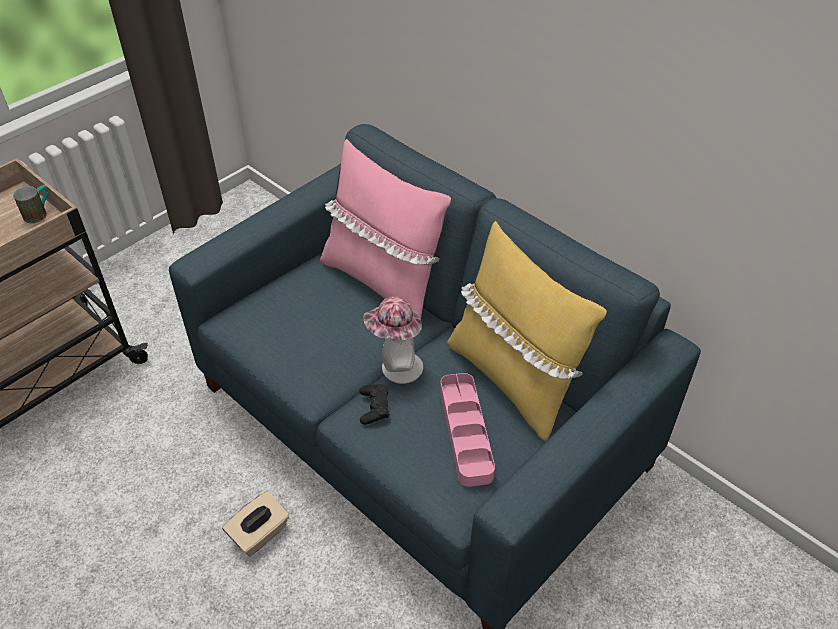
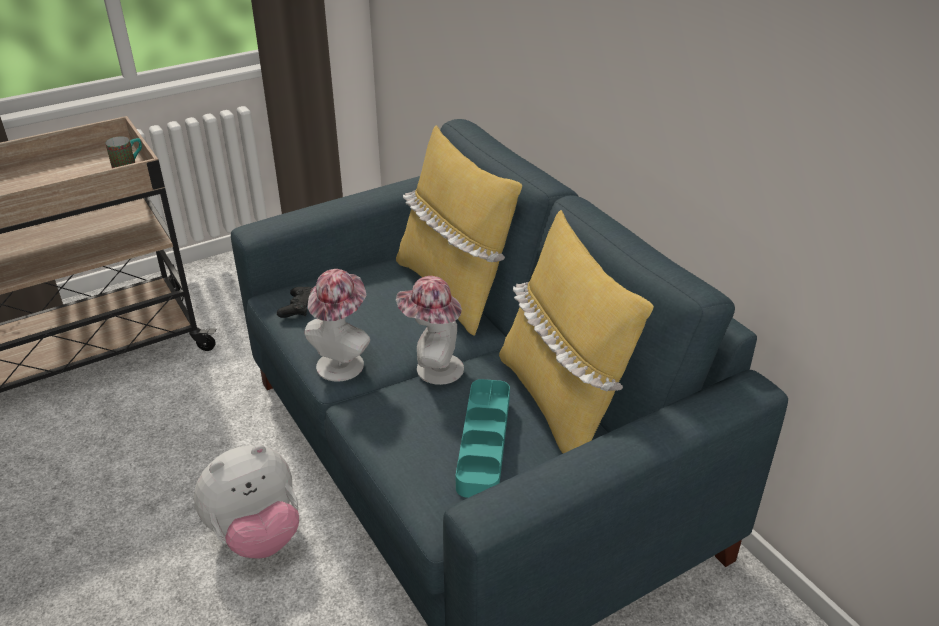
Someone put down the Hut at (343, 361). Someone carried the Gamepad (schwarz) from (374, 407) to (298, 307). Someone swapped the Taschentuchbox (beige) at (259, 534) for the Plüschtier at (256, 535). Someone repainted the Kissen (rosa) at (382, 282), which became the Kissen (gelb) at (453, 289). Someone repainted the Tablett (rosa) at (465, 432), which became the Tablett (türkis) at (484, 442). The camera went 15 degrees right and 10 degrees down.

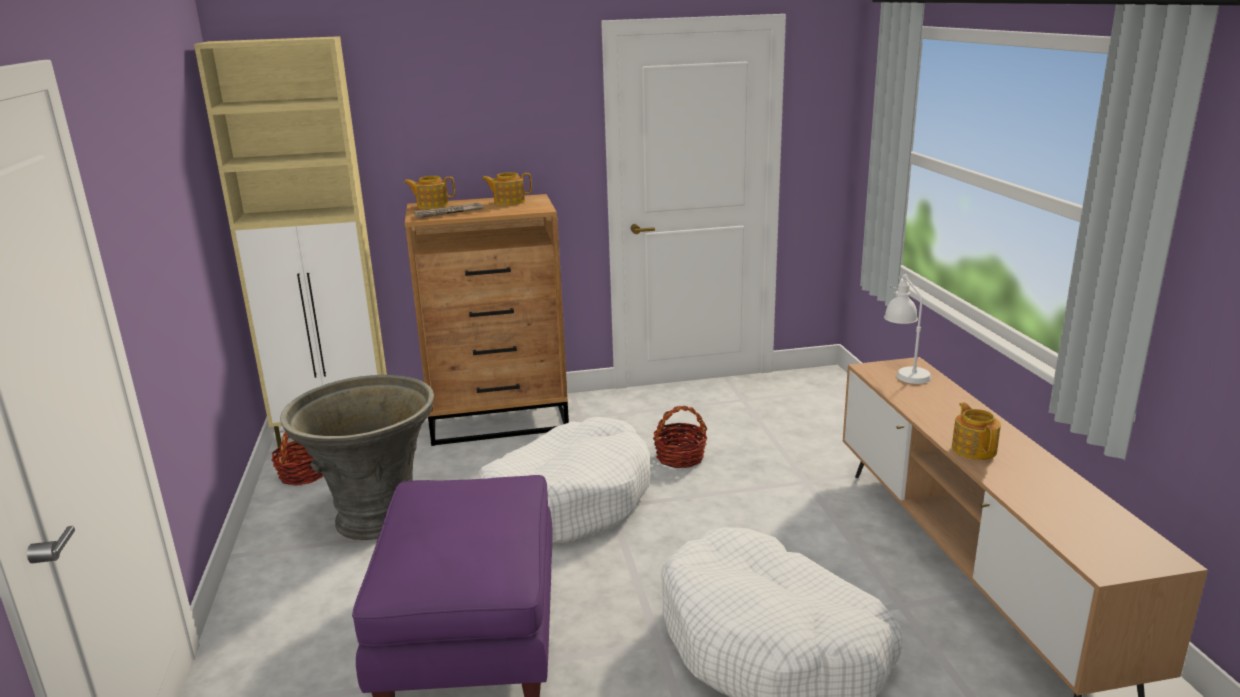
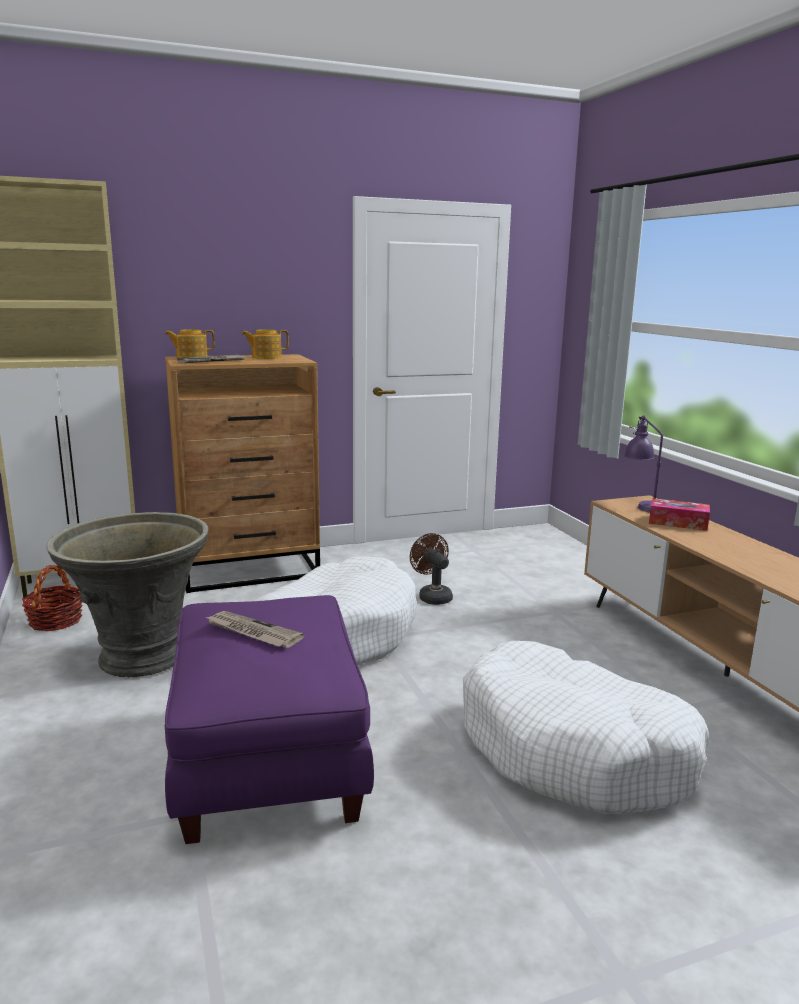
Someone took away the Teekanne at (974, 449). Someone put down the Zeitung at (252, 632). Someone put down the Taschentuchbox at (678, 523). Someone swapped the Korb at (680, 457) for the Ventilator (braun) at (432, 596). Someone repainted the Tischlampe (weiß) at (904, 371), which became the Tischlampe (lila) at (642, 505). The camera went 10 degrees left and 5 degrees down.

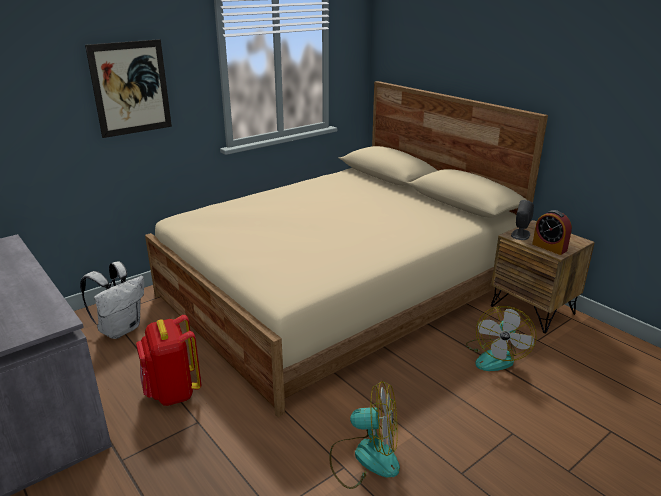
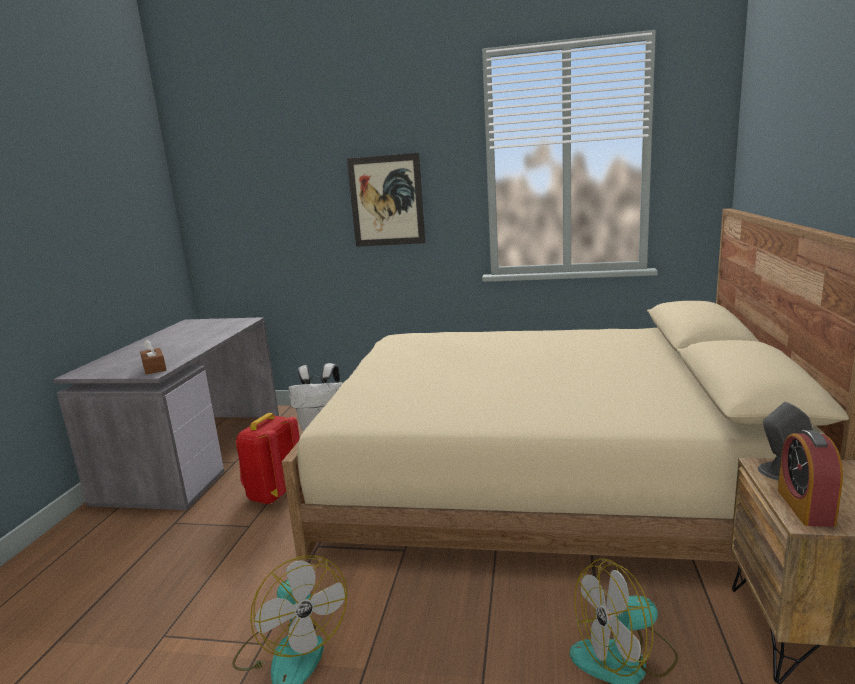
Someone put down the Taschentuchbox (braun) at (154, 368). The camera went 50 degrees right and 10 degrees down.

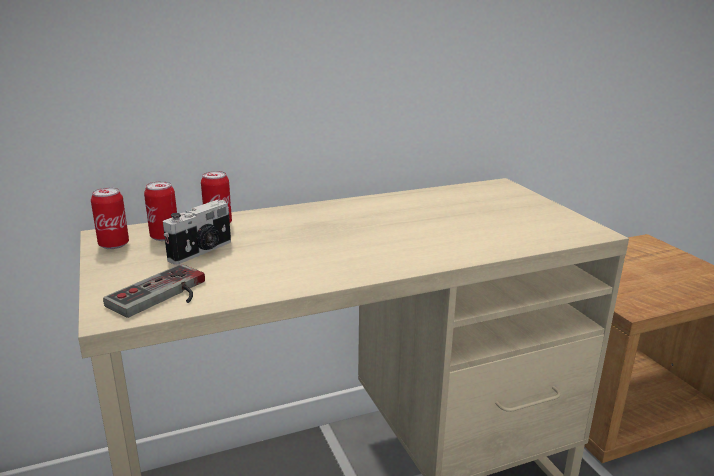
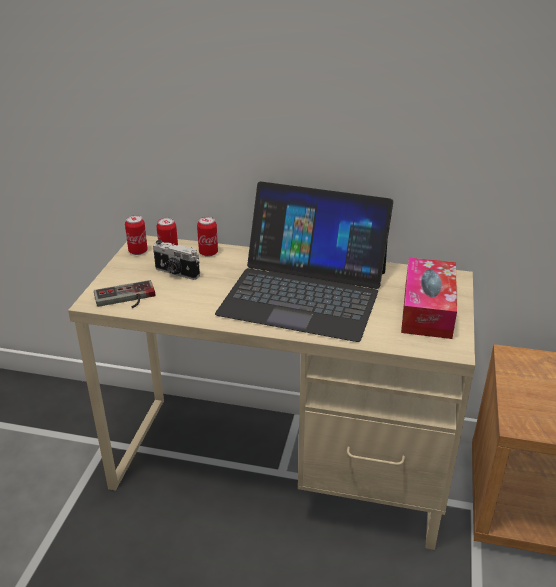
Someone put down the Laptop at (304, 291). Someone put down the Taschentuchbox at (427, 309). Someone rotated the Kamera at (202, 251) by 45 degrees clockwise. The camera went 35 degrees right and 10 degrees up.

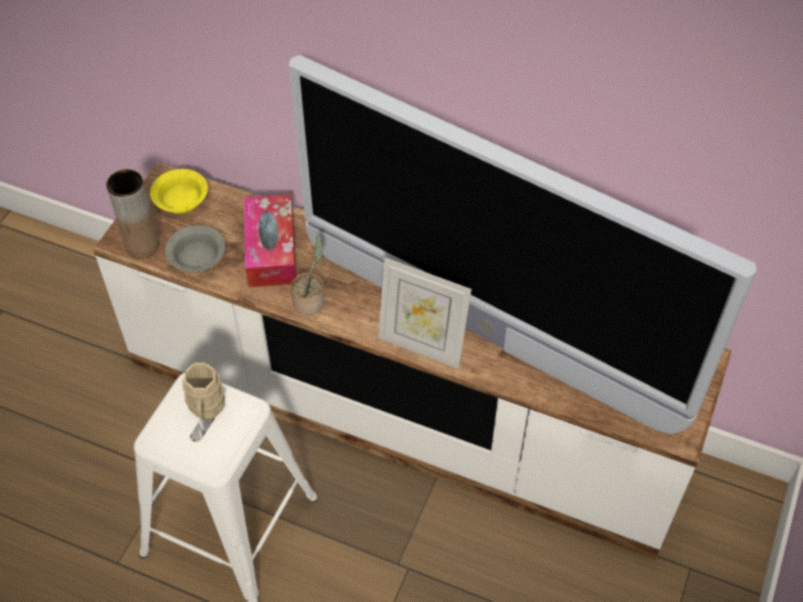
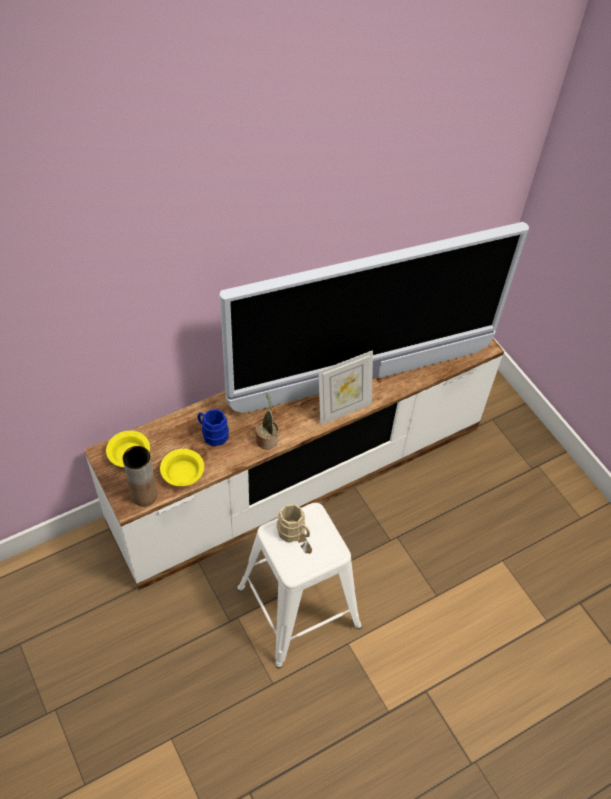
Someone swapped the Taschentuchbox at (271, 249) for the Henkelbecher (blau) at (212, 434). Someone repainted the Schüssel (grau) at (198, 259), which became the Schüssel (gelb) at (184, 473). The camera went 55 degrees left and 0 degrees up.

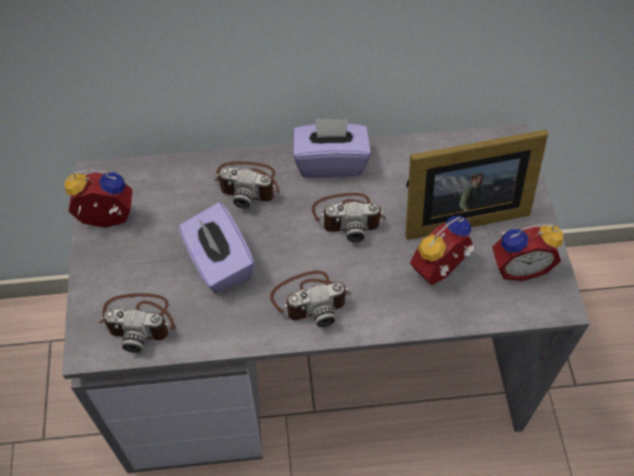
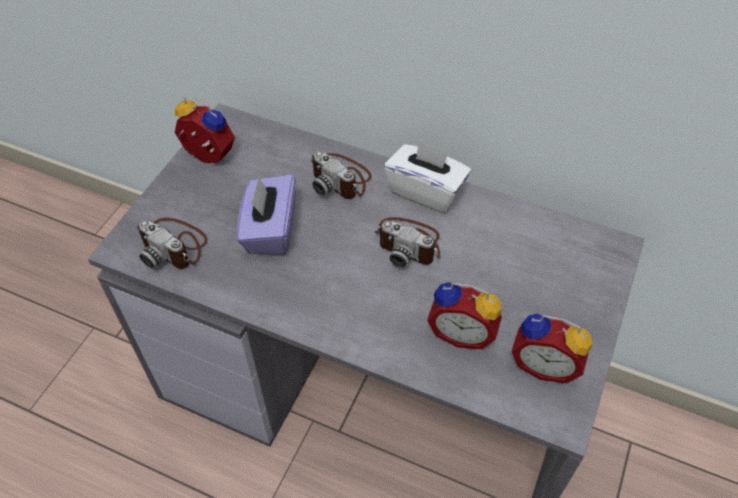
Someone took away the Kamera at (310, 299). Someone took away the Bilderrahmen at (458, 213). Someone repainted the Taschentuchbox (lila) at (330, 162), which became the Taschentuchbox (weiß) at (426, 191). Someone rotated the Wecker at (440, 272) by 150 degrees counterclockwise. The camera went 30 degrees right and 5 degrees down.

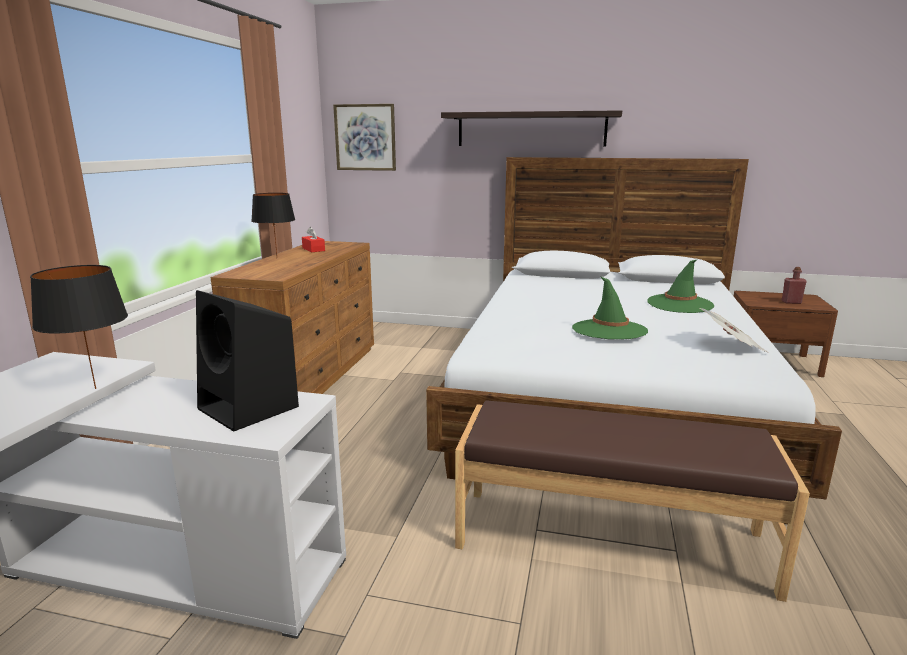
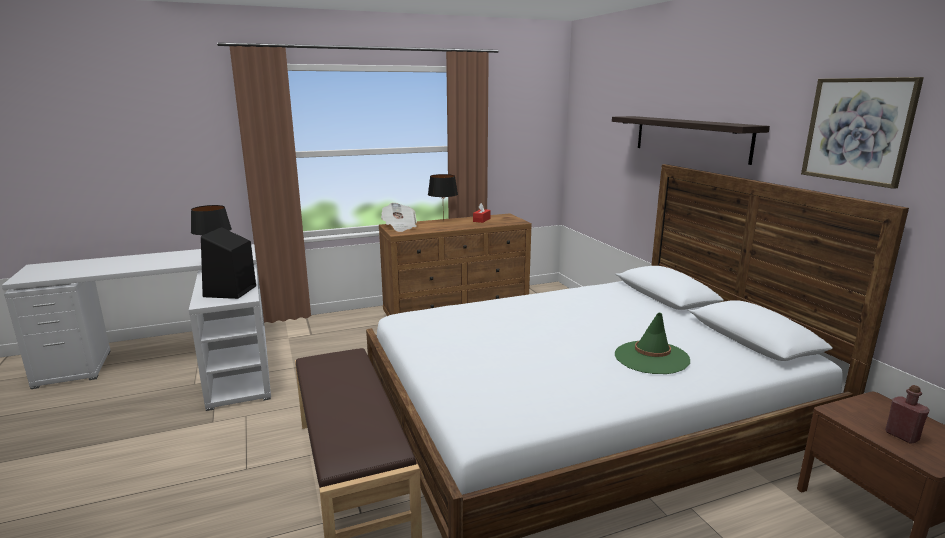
Someone took away the Hut (grün) at (609, 330). Someone carried the Bild from (365, 137) to (858, 130). Someone carried the Zeitung from (731, 346) to (399, 227). The camera went 55 degrees right and 0 degrees up.

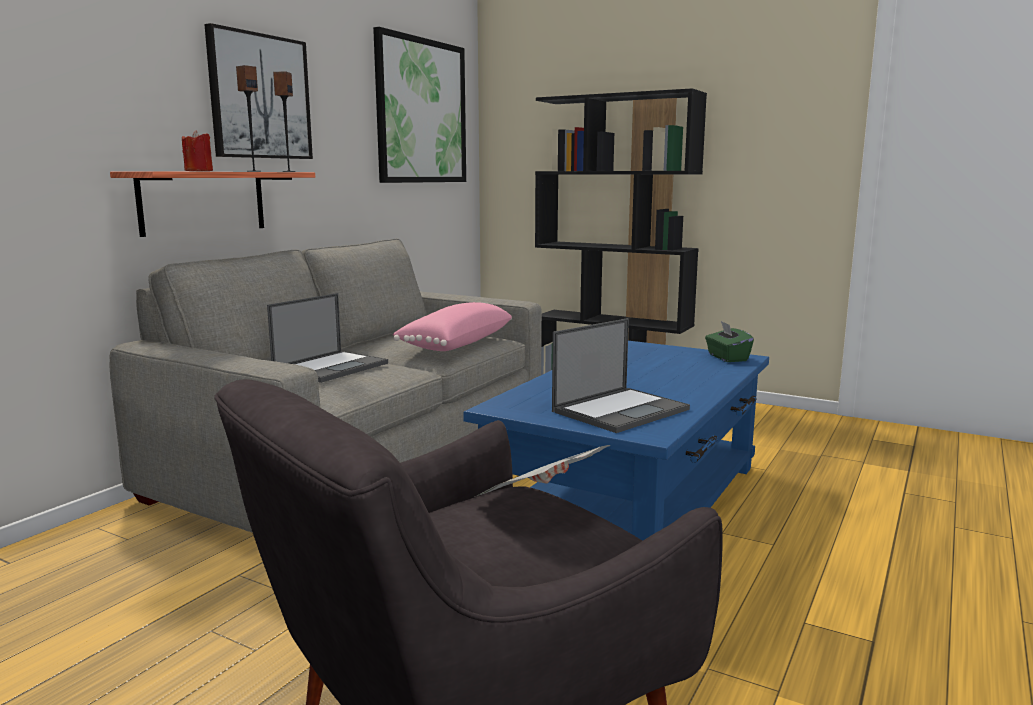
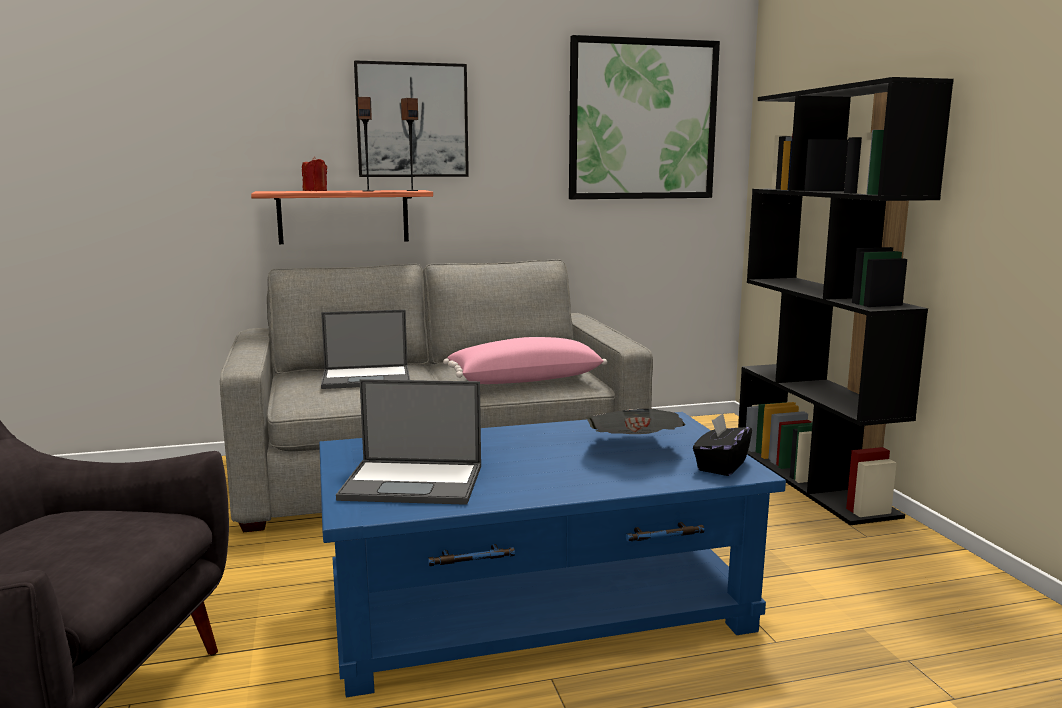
Someone carried the Zeitung from (540, 505) to (634, 449). Someone repainted the Taschentuchbox (grün) at (727, 358), which became the Taschentuchbox (schwarz) at (721, 465). The camera went 45 degrees right and 0 degrees up.

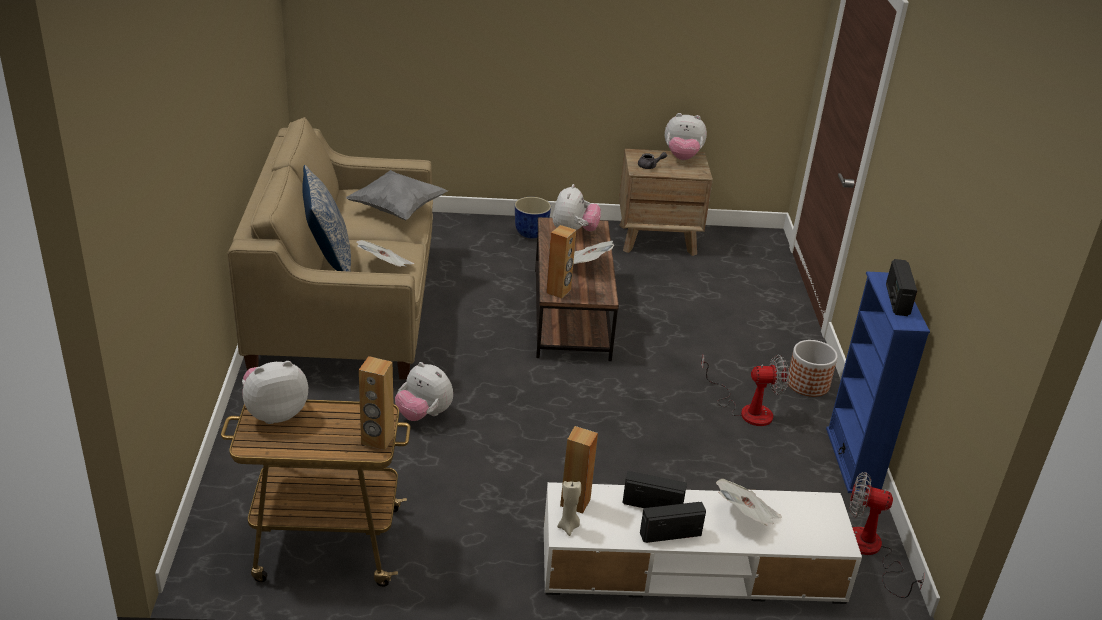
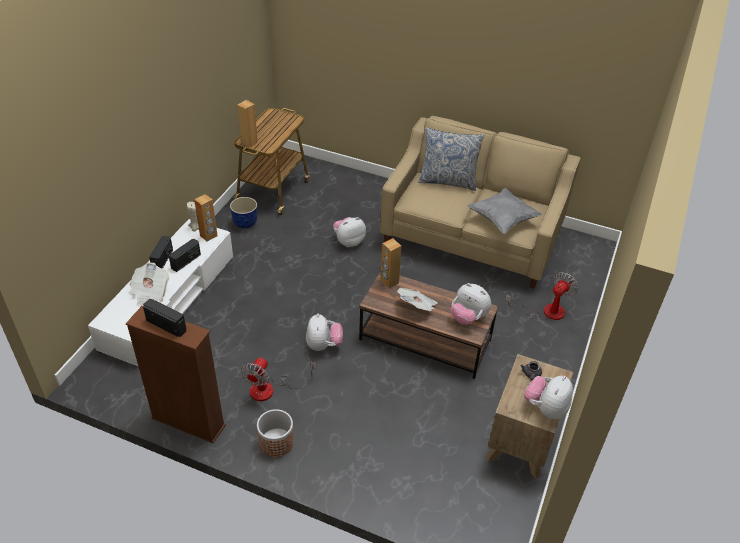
Someone took away the Zeitung at (385, 267). Someone carried the Plüschtier from (275, 413) to (323, 345). Someone carried the Pflanzkübel from (530, 233) to (246, 223). Someone carried the Ventilator from (870, 552) to (545, 311). Someone repainted the Bücherregal (blau) at (853, 460), which became the Bücherregal (braun) at (188, 422). The camera went 115 degrees right and 10 degrees up.

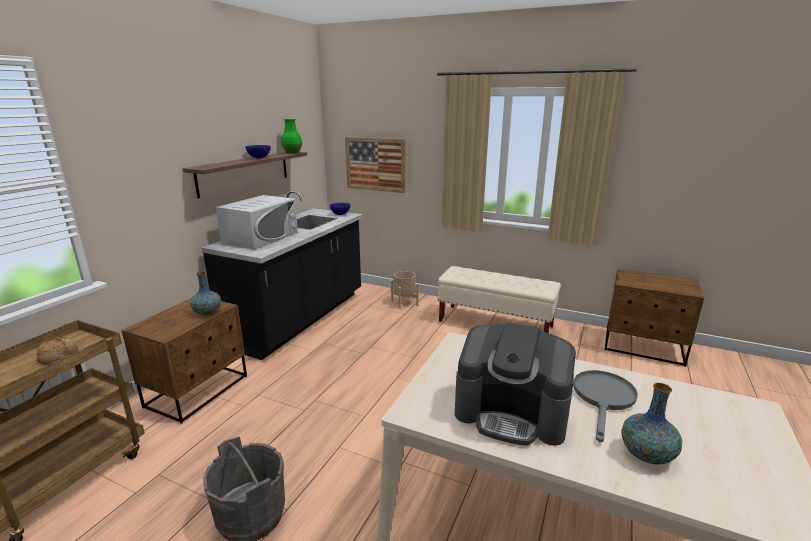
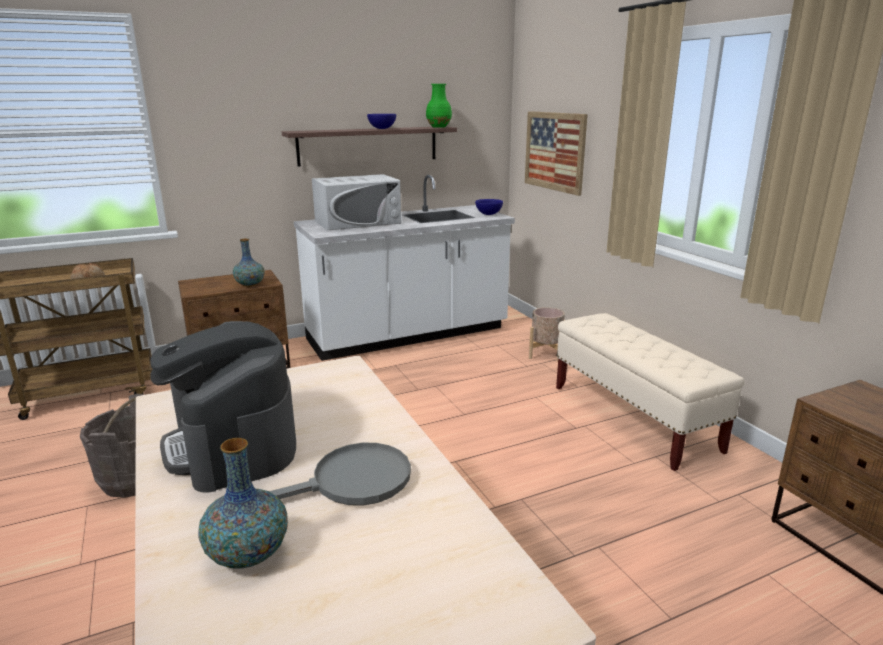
Someone repainted the Küchenzeile (schwarz) at (300, 319), which became the Küchenzeile (weiß) at (408, 335). The camera went 40 degrees right and 0 degrees up.

